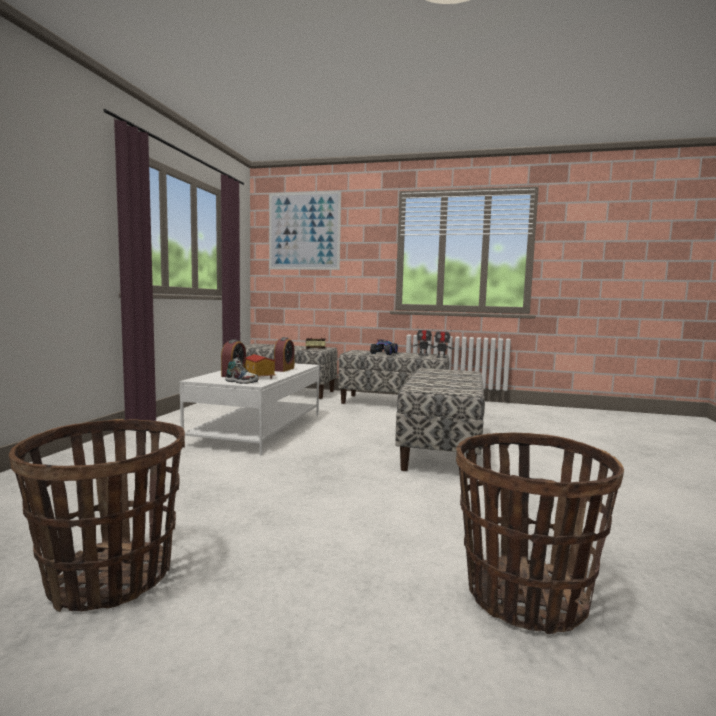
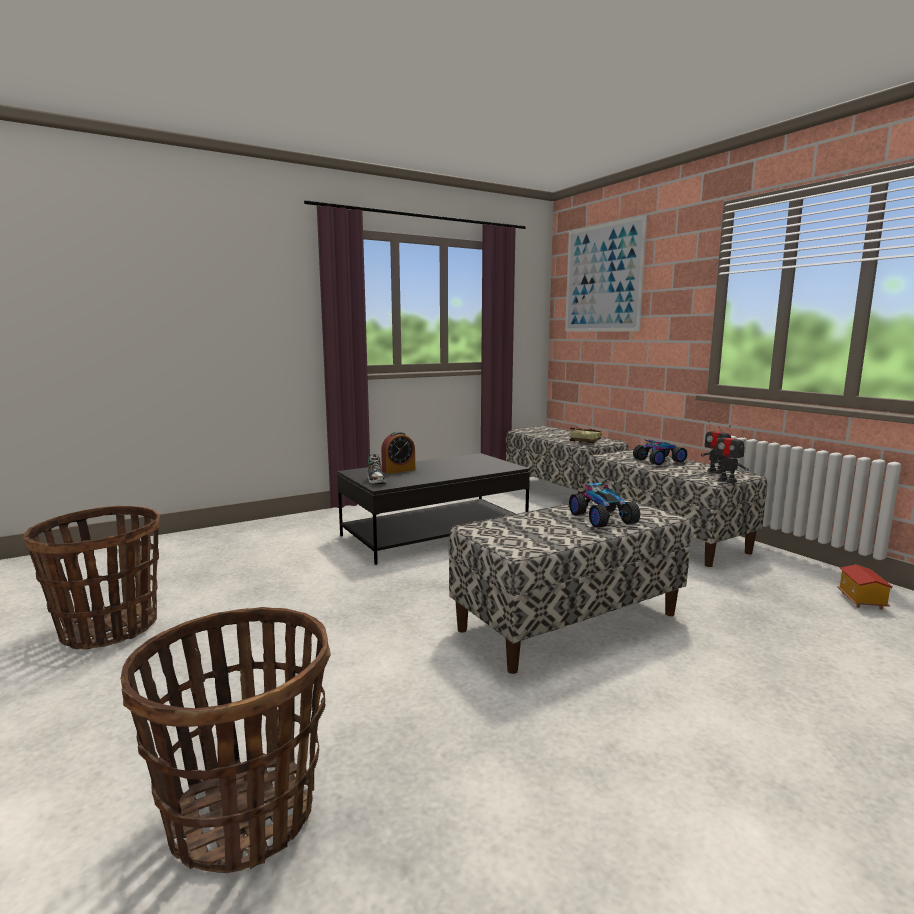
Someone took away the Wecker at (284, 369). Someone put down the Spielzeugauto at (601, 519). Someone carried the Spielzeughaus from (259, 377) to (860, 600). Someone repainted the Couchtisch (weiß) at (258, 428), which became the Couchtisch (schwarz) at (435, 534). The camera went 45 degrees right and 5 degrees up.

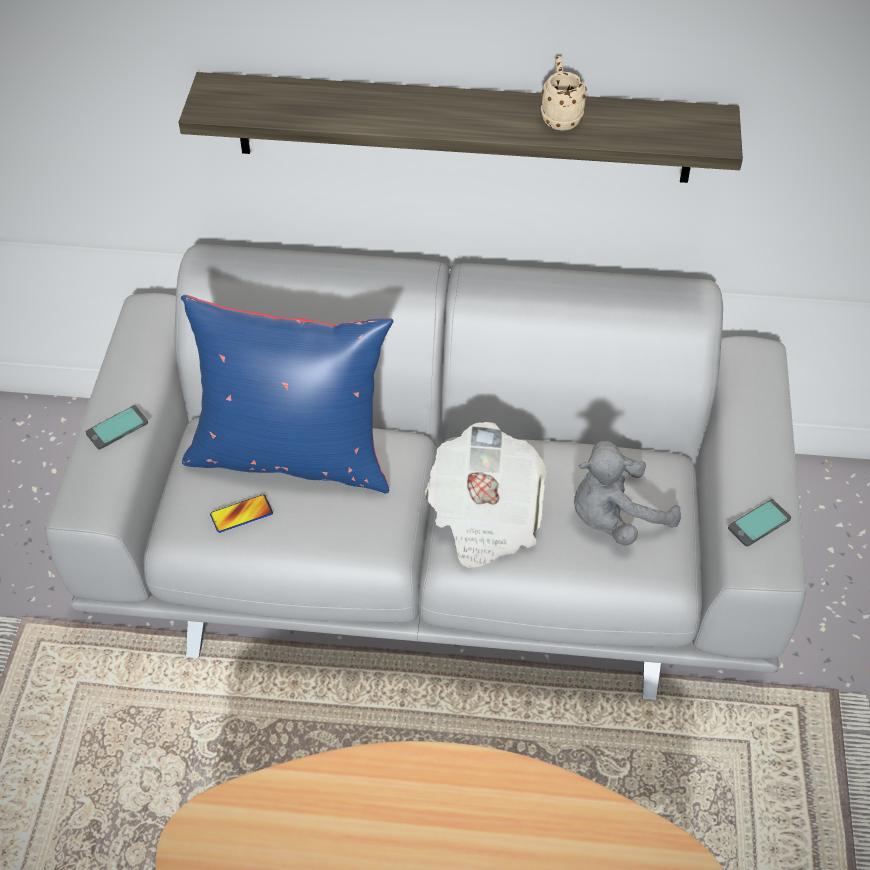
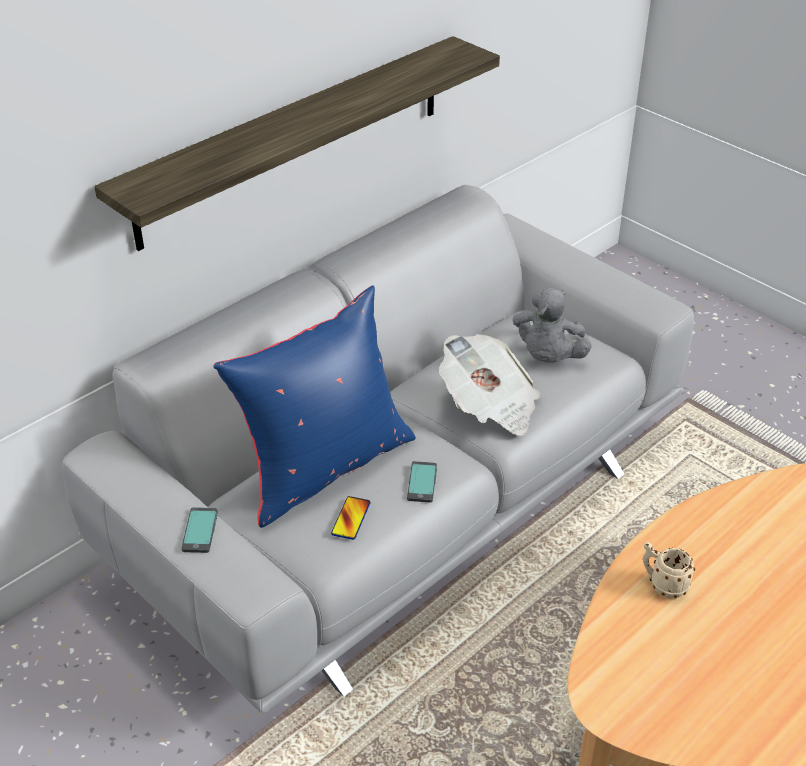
Someone carried the Henkelbecher (beige) from (559, 116) to (662, 584). Someone carried the Handy from (759, 524) to (422, 482). The camera went 50 degrees left and 10 degrees down.

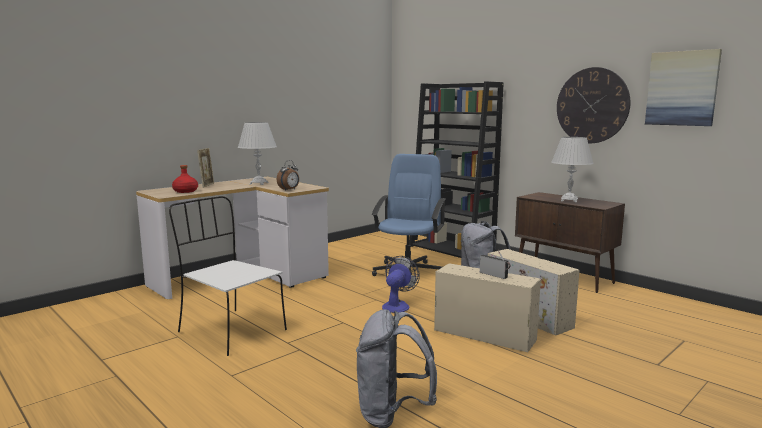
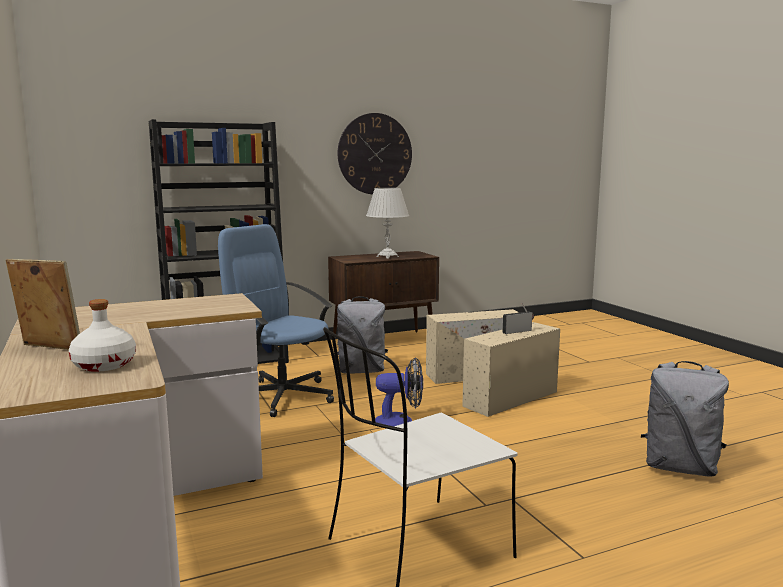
Someone took away the Tischlampe (weiß) at (259, 183). Someone took away the Wecker at (289, 190). Someone took away the Bild at (682, 88). Someone repainted the Flasche (rot) at (185, 191), which became the Flasche (weiß) at (105, 365). Someone rotated the Ventilator at (397, 305) by 135 degrees clockwise. The camera went 70 degrees left and 0 degrees up.

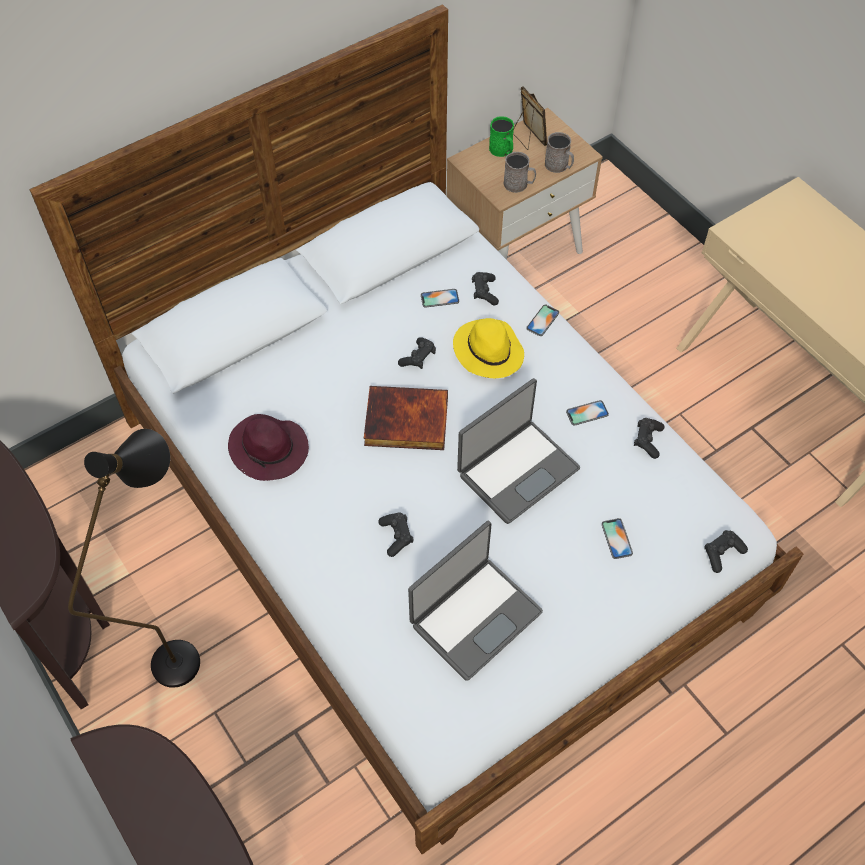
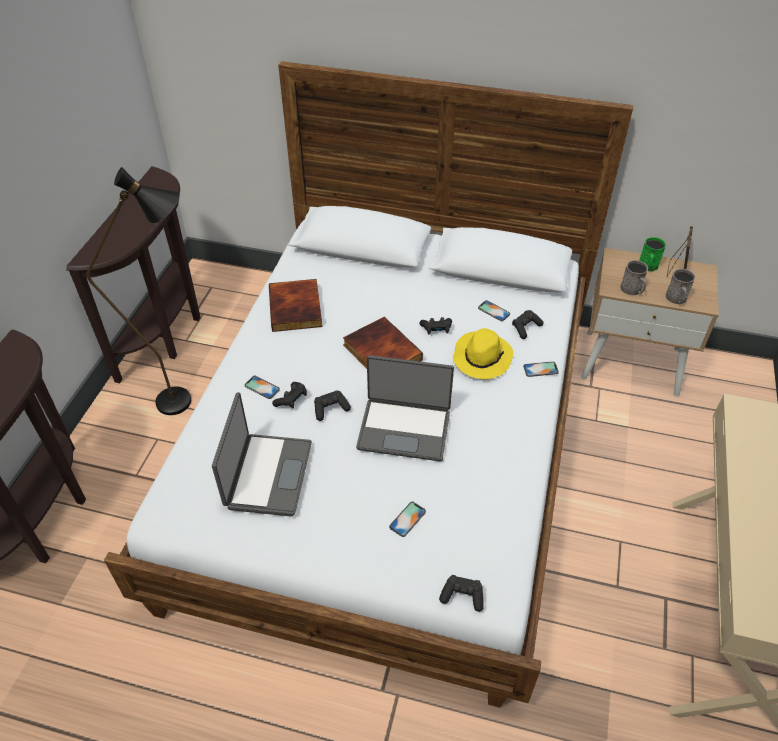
Someone carried the Handy from (587, 413) to (262, 387). Someone carried the Gamepad (schwarz) from (647, 440) to (330, 409). Someone swapped the Hut (lila) at (270, 450) for the Buch at (297, 308). Someone rotated the Laptop at (474, 616) by 90 degrees counterclockwise. The camera went 50 degrees right and 10 degrees down.

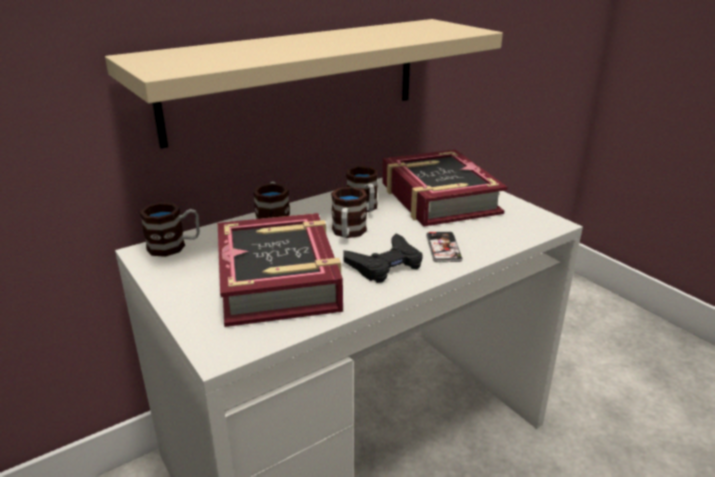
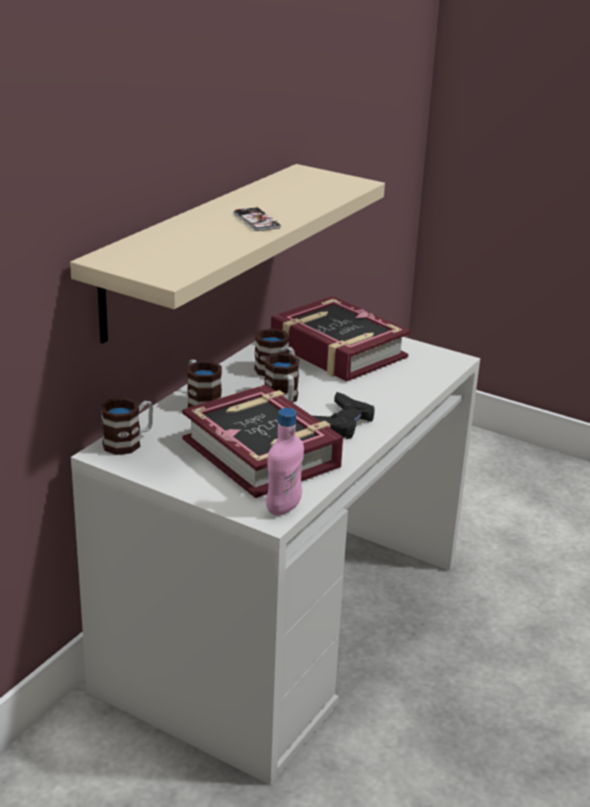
Someone put down the Flasche (rosa) at (283, 508). Someone carried the Handy from (443, 247) to (256, 221). The camera went 25 degrees left and 0 degrees up.

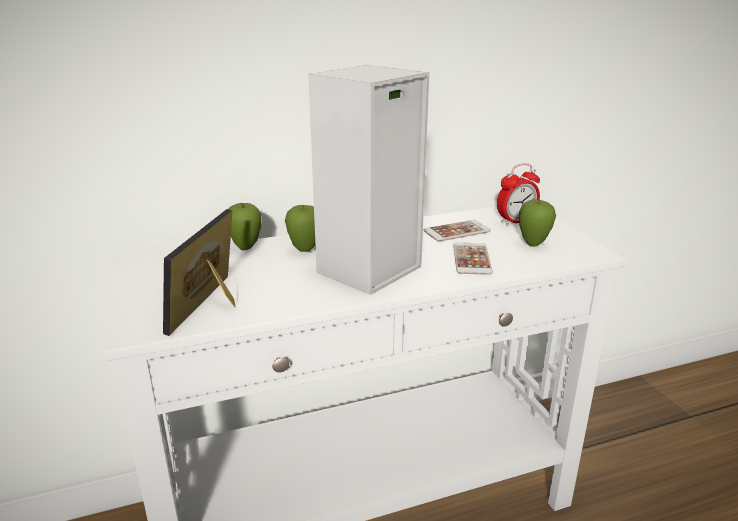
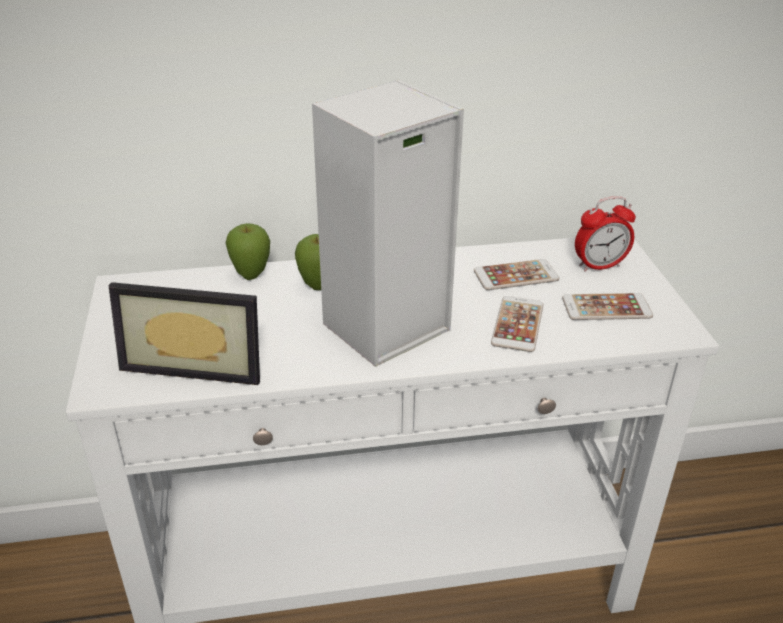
Someone swapped the Apfel at (533, 244) for the Handy at (606, 308). Someone rotated the Bilderrahmen at (216, 305) by 105 degrees counterclockwise. The camera went 10 degrees right and 10 degrees up.

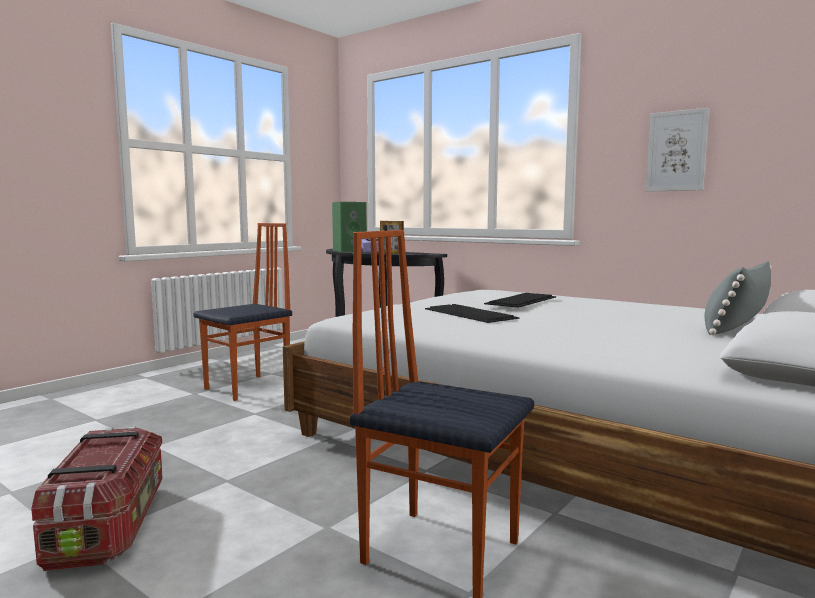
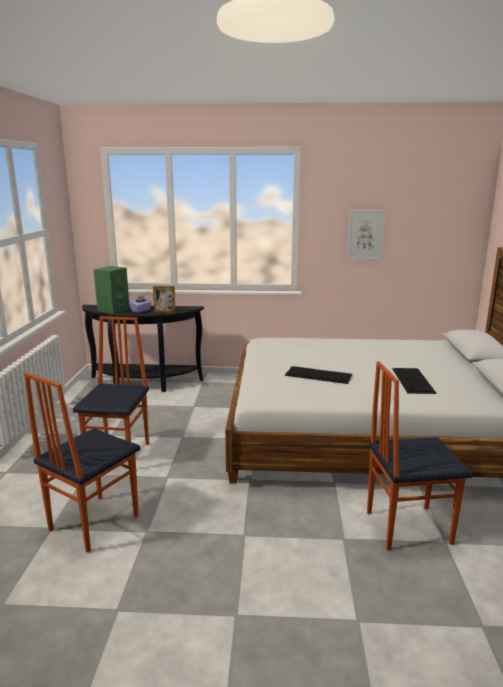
Someone took away the Aufbewahrungsbox at (109, 524). Someone took away the Kissen (grau) at (736, 325). Someone put down the Stuhl at (92, 523). Someone carried the Tastatur from (521, 300) to (413, 380). The camera went 35 degrees left and 10 degrees up.

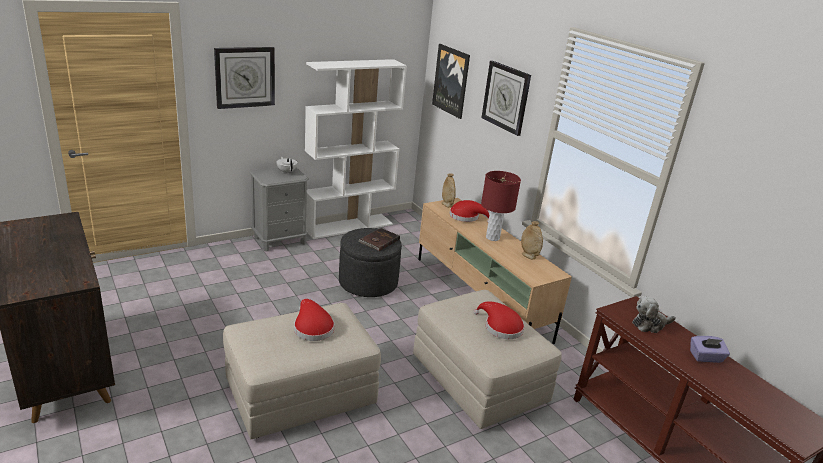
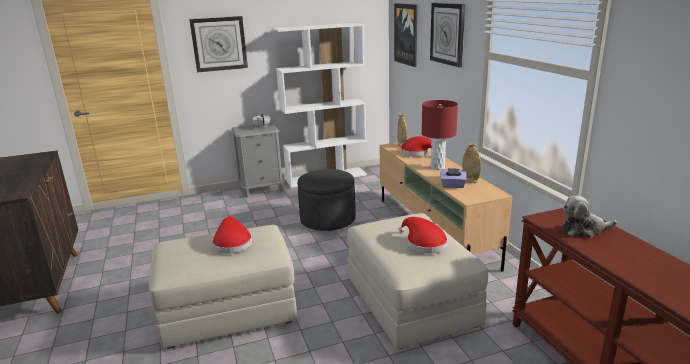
Someone took away the Buch (braun) at (379, 241). Someone carried the Taschentuchbox (lila) from (706, 357) to (452, 186). The camera went 15 degrees right and 5 degrees down.

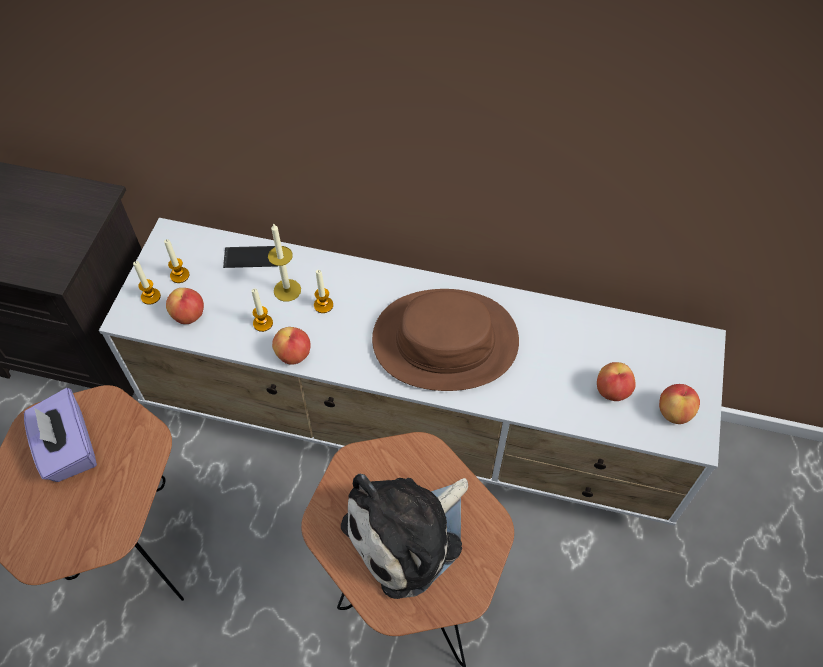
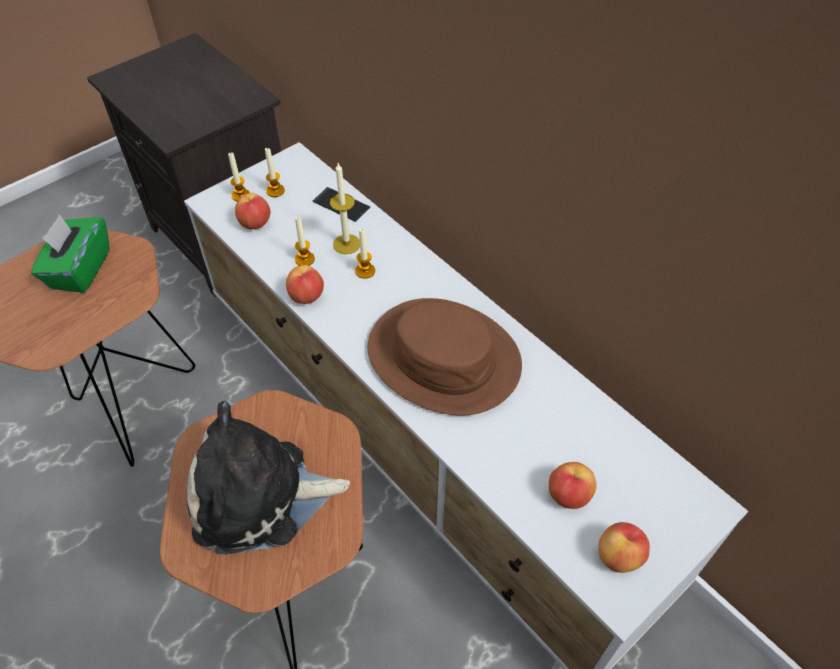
Someone repainted the Taschentuchbox (lila) at (68, 449), which became the Taschentuchbox (grün) at (80, 269). The camera went 35 degrees right and 5 degrees down.

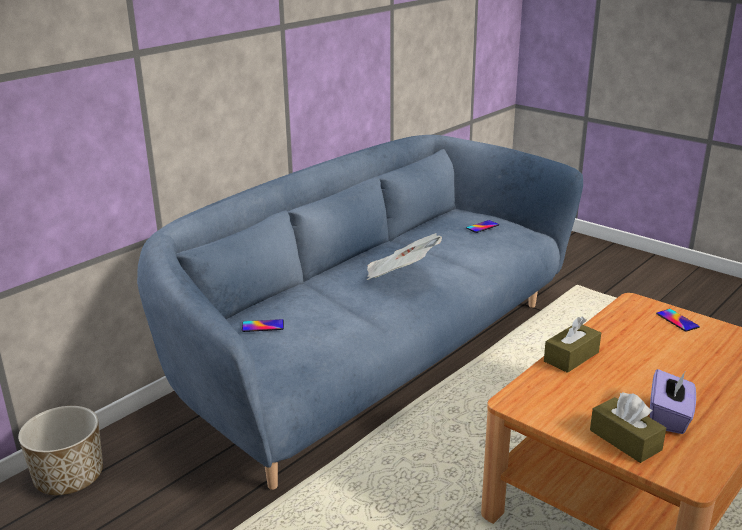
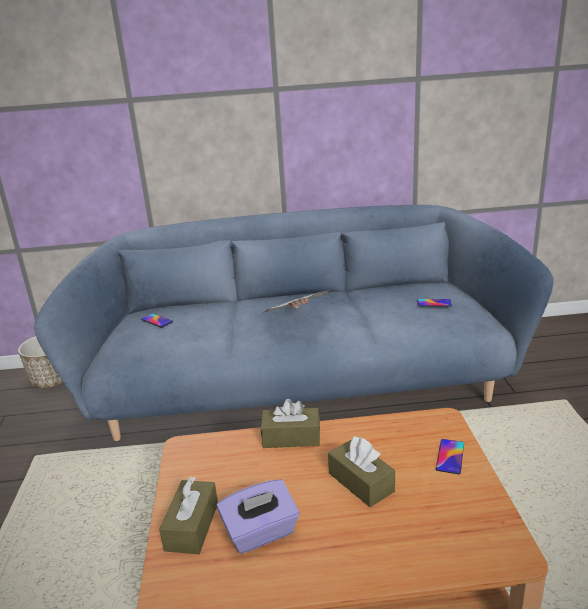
Someone put down the Taschentuchbox (braun) at (361, 482). The camera went 45 degrees right and 0 degrees up.

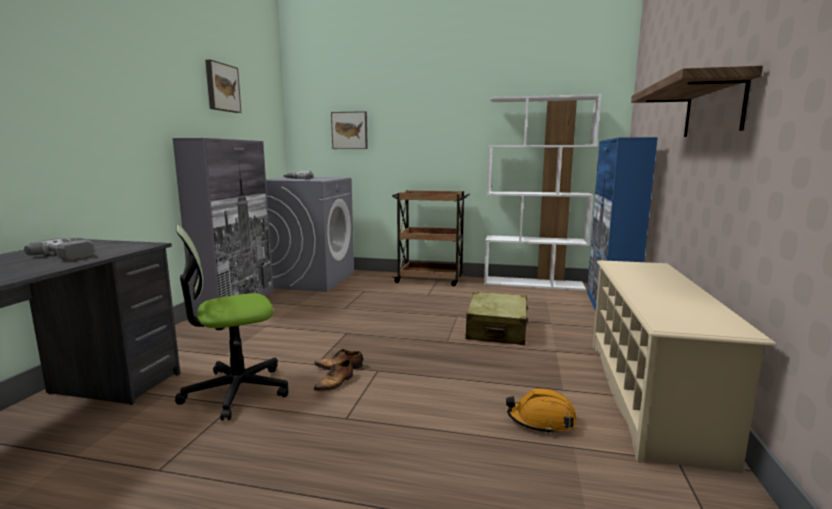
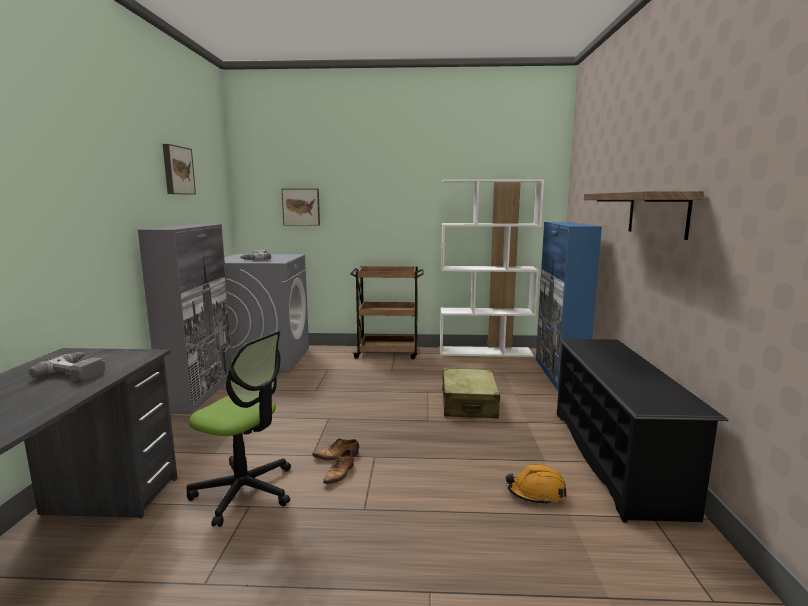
Someone repainted the Schuhregal (beige) at (649, 394), which became the Schuhregal (schwarz) at (615, 458). Someone rotated the Bürostuhl at (236, 391) by 120 degrees counterclockwise. The camera went 10 degrees left and 0 degrees up.

